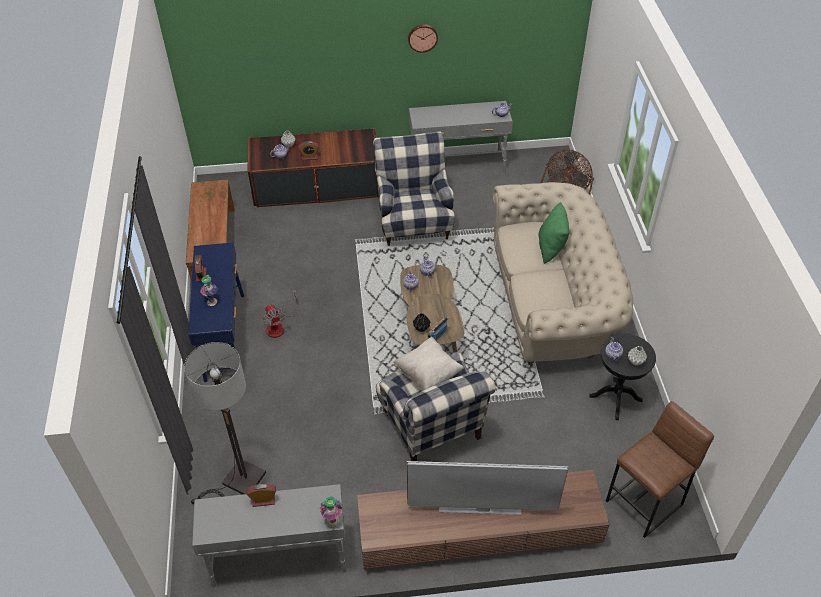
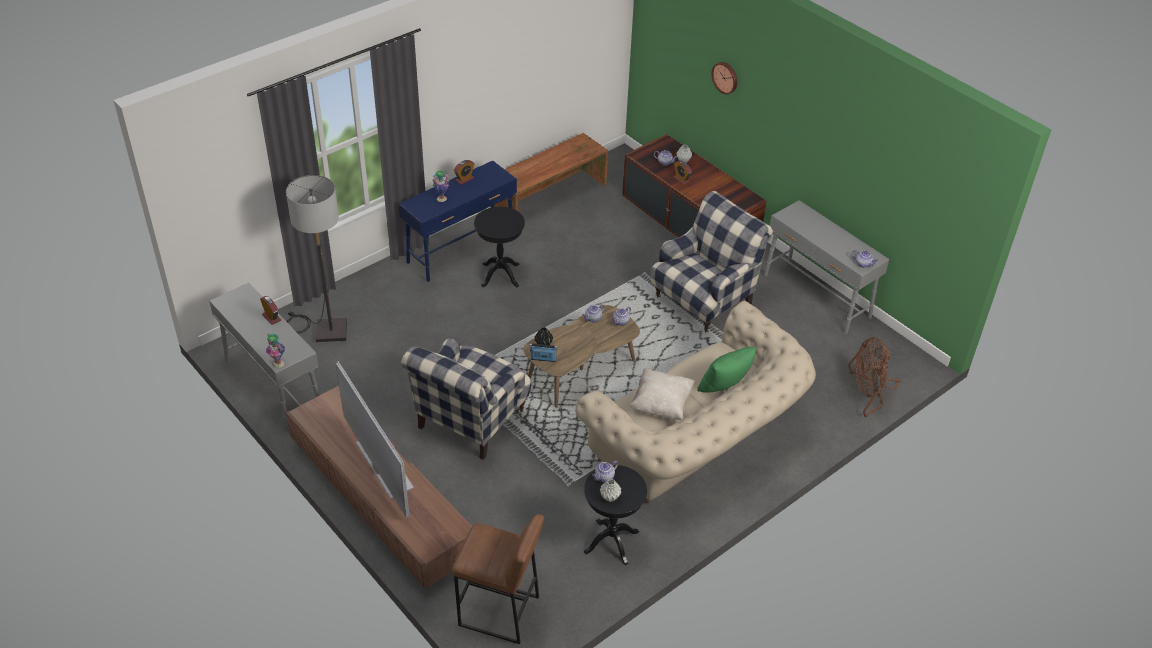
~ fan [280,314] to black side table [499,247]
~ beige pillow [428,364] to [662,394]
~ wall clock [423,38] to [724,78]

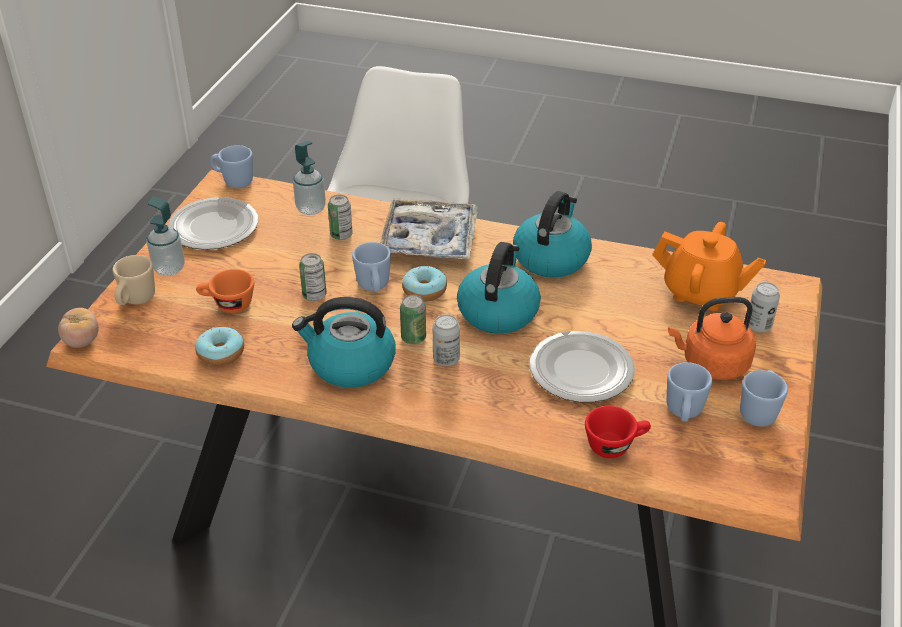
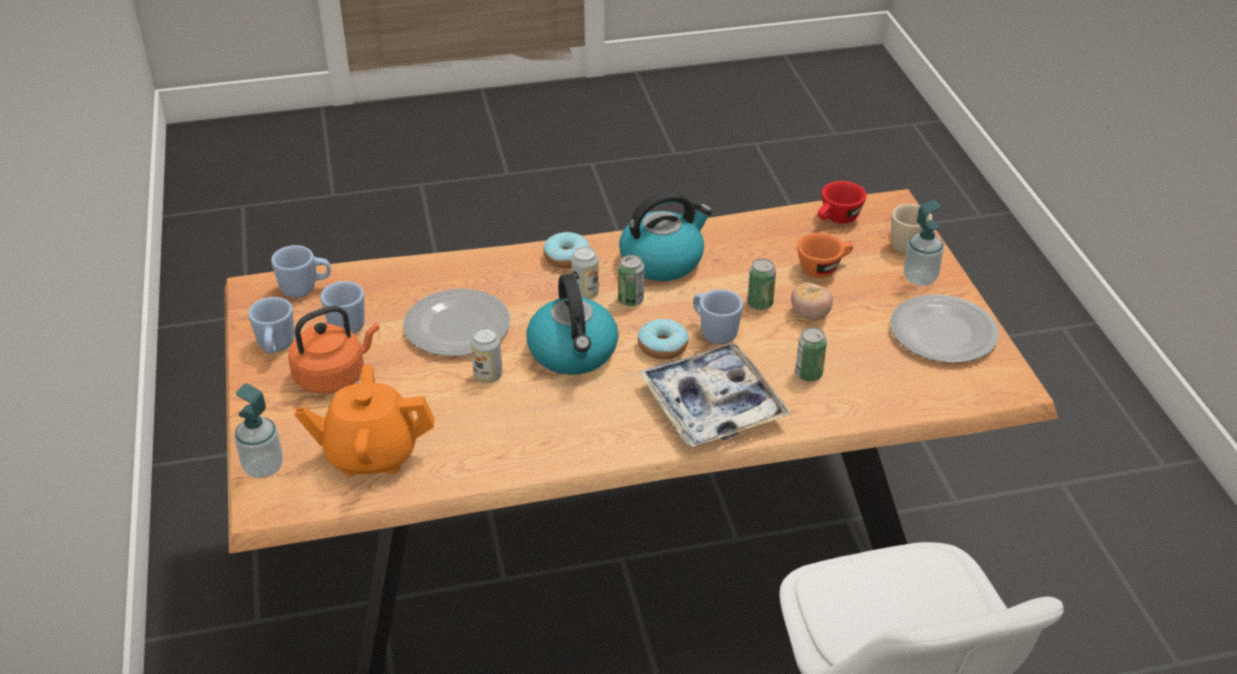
~ soap dispenser [309,178] to [259,430]
~ blue mug [231,166] to [301,271]
~ can [764,307] to [486,355]
~ donut [219,346] to [566,249]
~ tomato [78,328] to [812,301]
~ red cup [618,432] to [842,202]
- kettle [552,234]

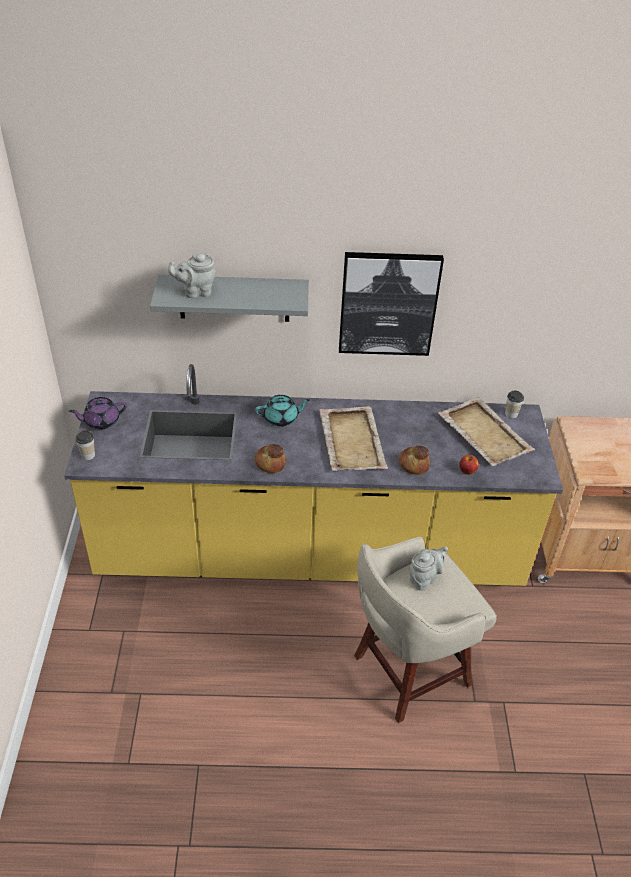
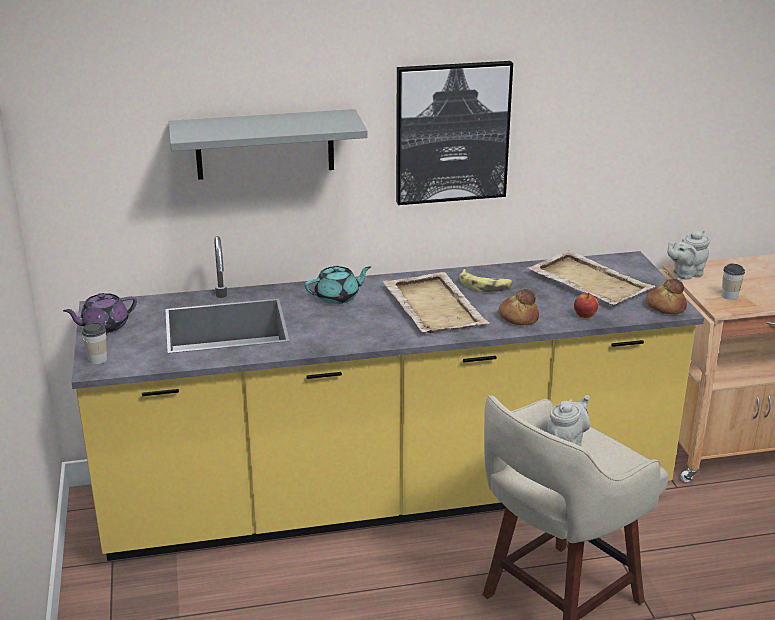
+ banana [486,280]
~ bread [270,458] to [666,296]
~ grey teapot [192,275] to [688,255]
~ cup [514,405] to [733,282]

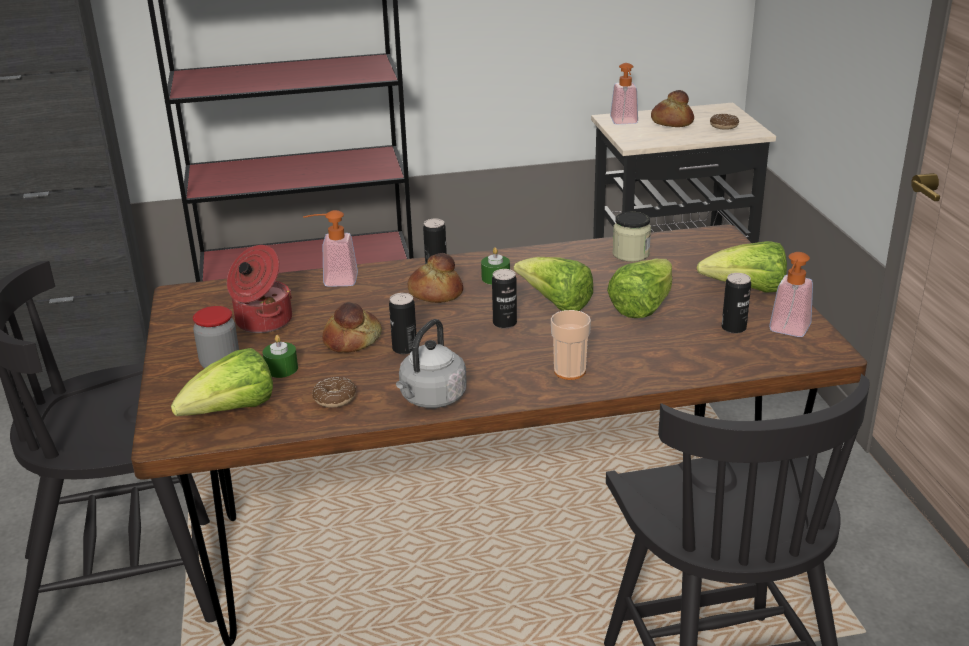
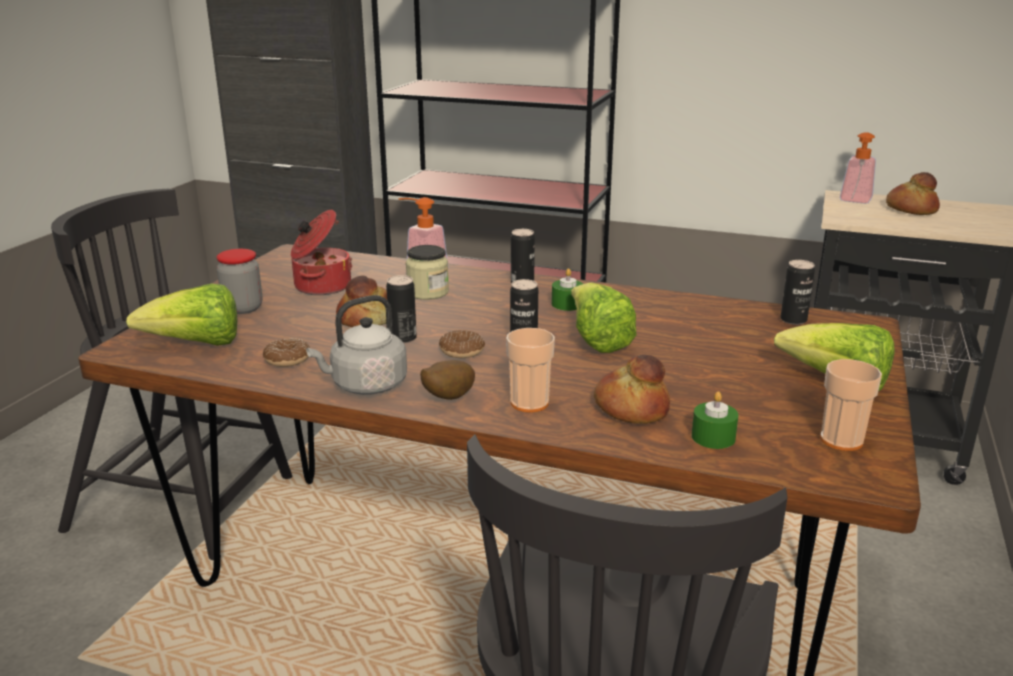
~ jar [632,237] to [427,272]
+ potato [447,380]
~ donut [724,122] to [462,344]
~ bread [435,278] to [632,389]
~ green candle [280,356] to [715,420]
~ can [736,303] to [797,292]
~ soap dispenser [791,294] to cup [851,405]
- lettuce [639,288]

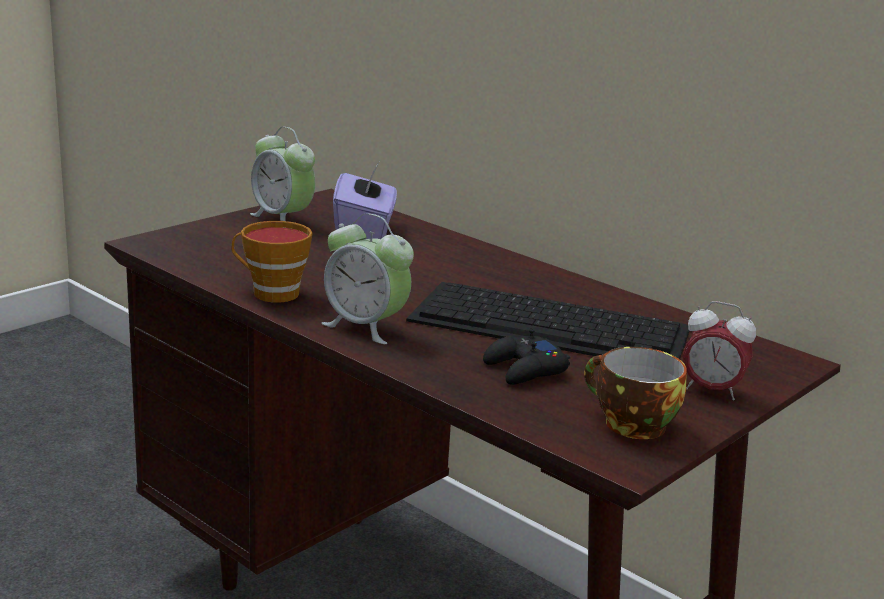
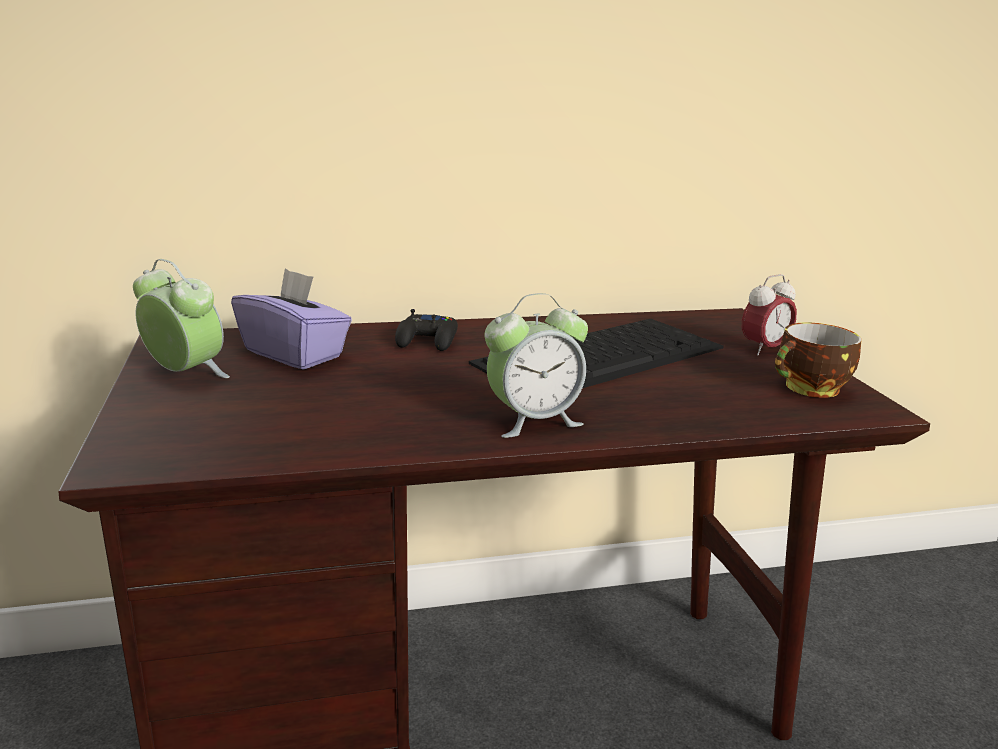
~ alarm clock [282,174] = [181,318] 135 degrees counterclockwise
~ black game controller [526,357] to [426,330]
- cup [272,262]

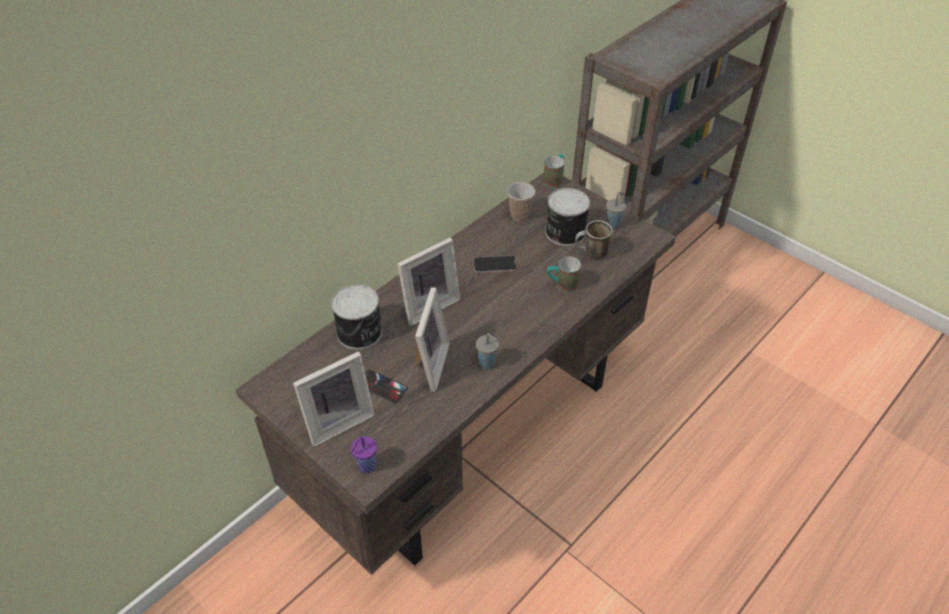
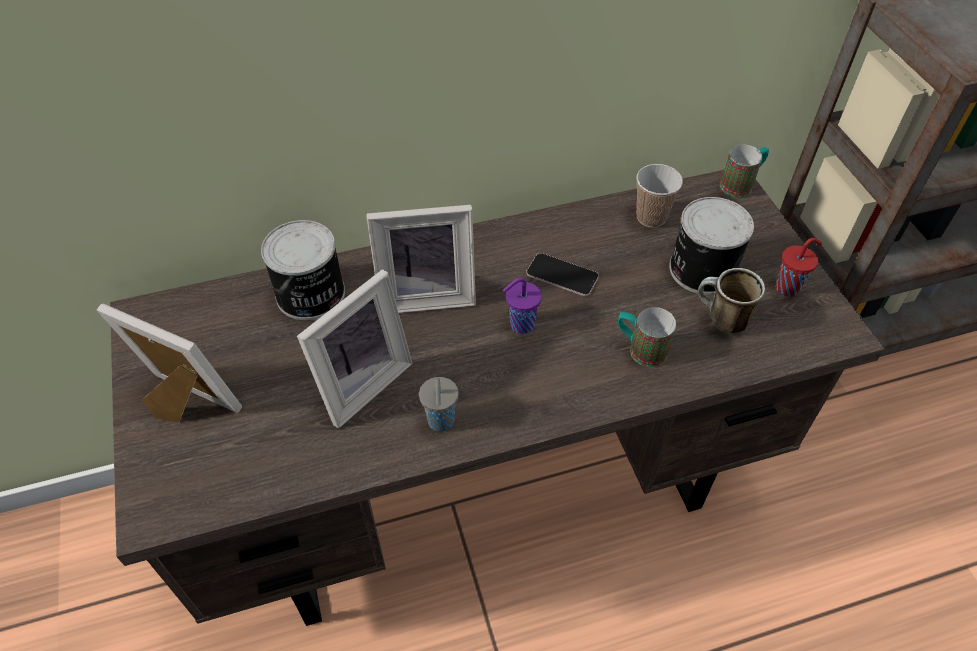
~ picture frame [334,399] = [169,363] 150 degrees counterclockwise
~ purple cup [363,454] to [522,305]
~ grey cup [616,211] to red cup [799,267]
- phone [386,386]

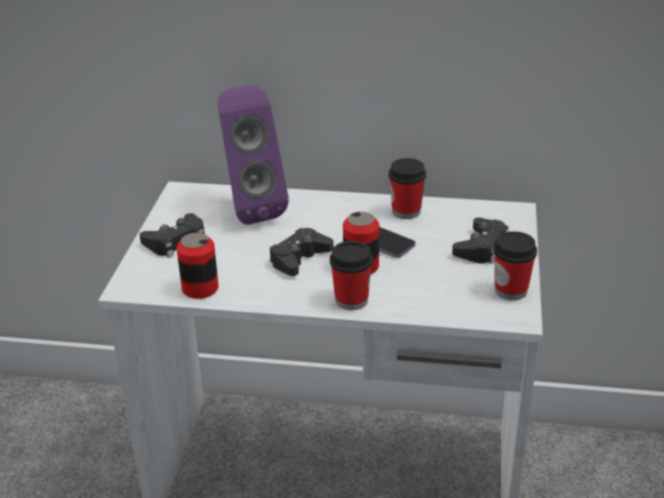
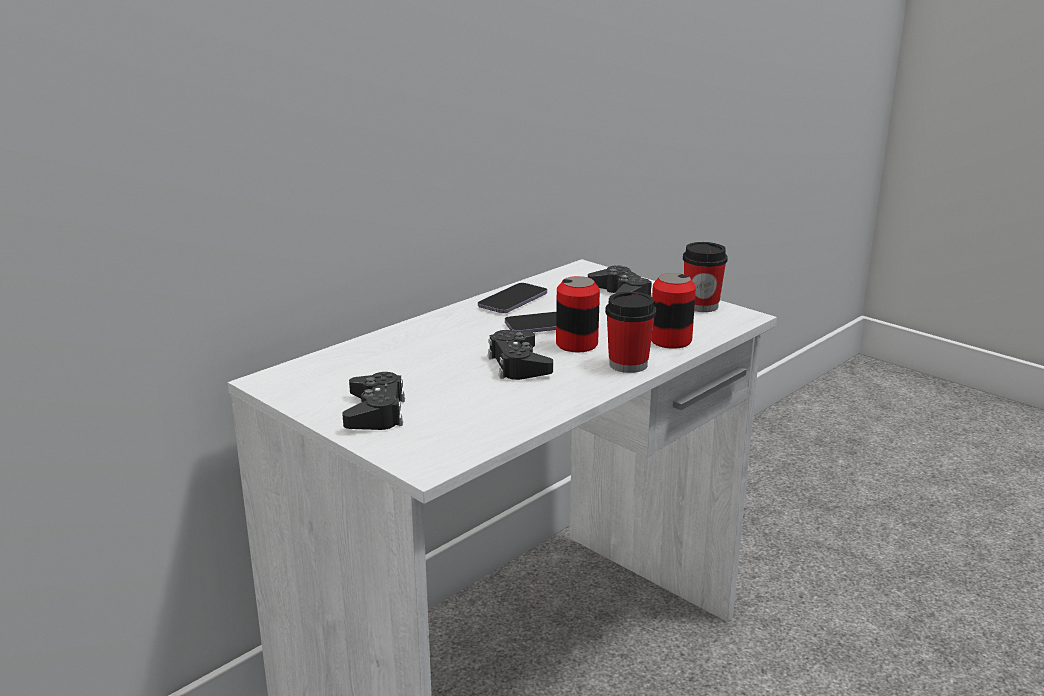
~ cup [407,188] to phone [512,298]
~ can [197,266] to [673,311]
- purple speaker [253,155]

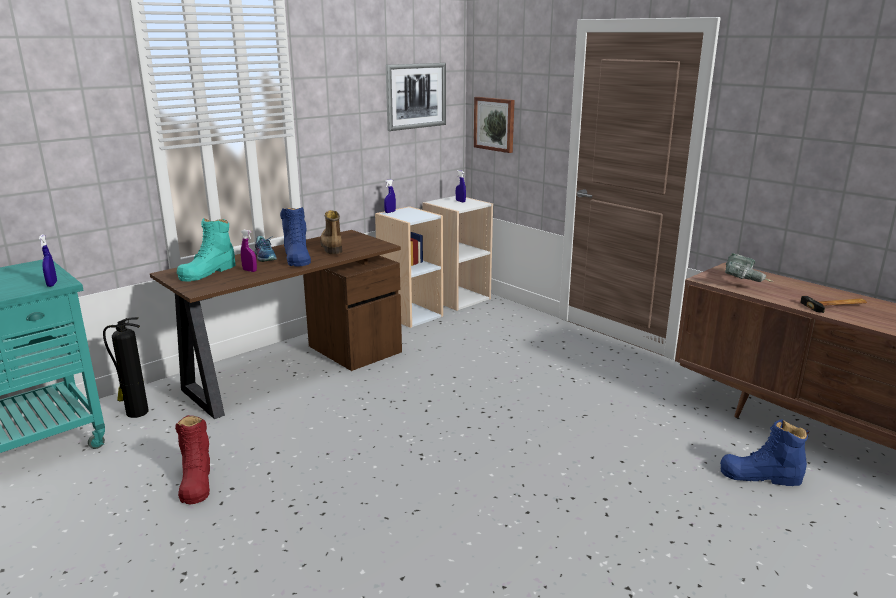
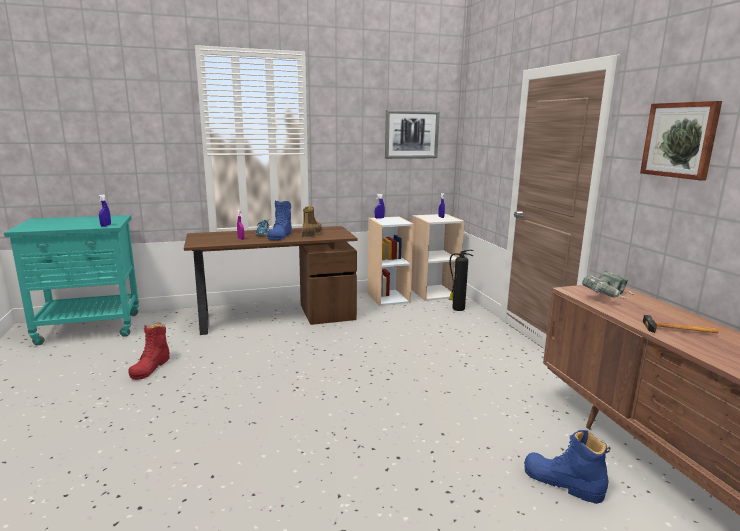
~ fire extinguisher [126,367] to [461,280]
~ picture [494,125] to [681,141]
- turquoise boot [206,249]

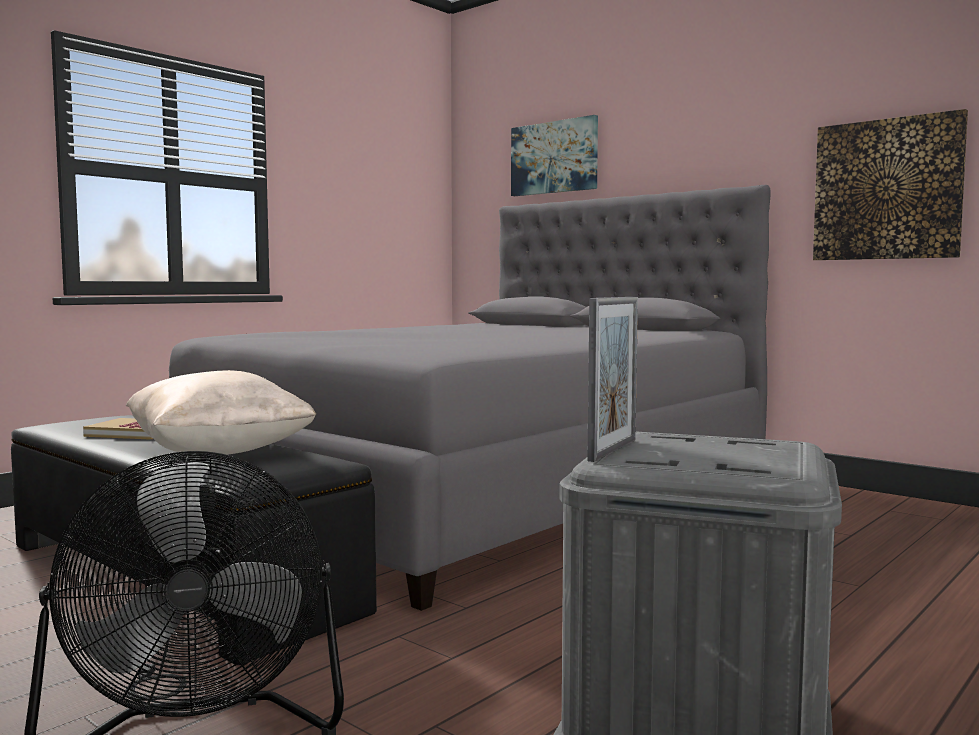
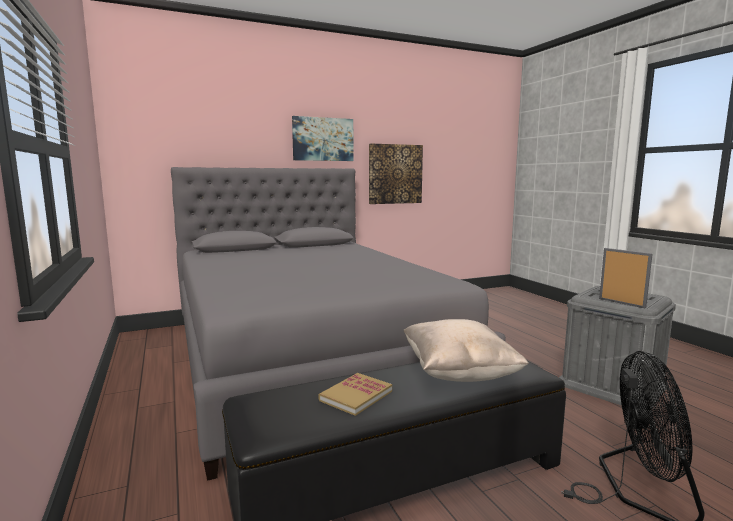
~ picture [554,155] to [323,138]

